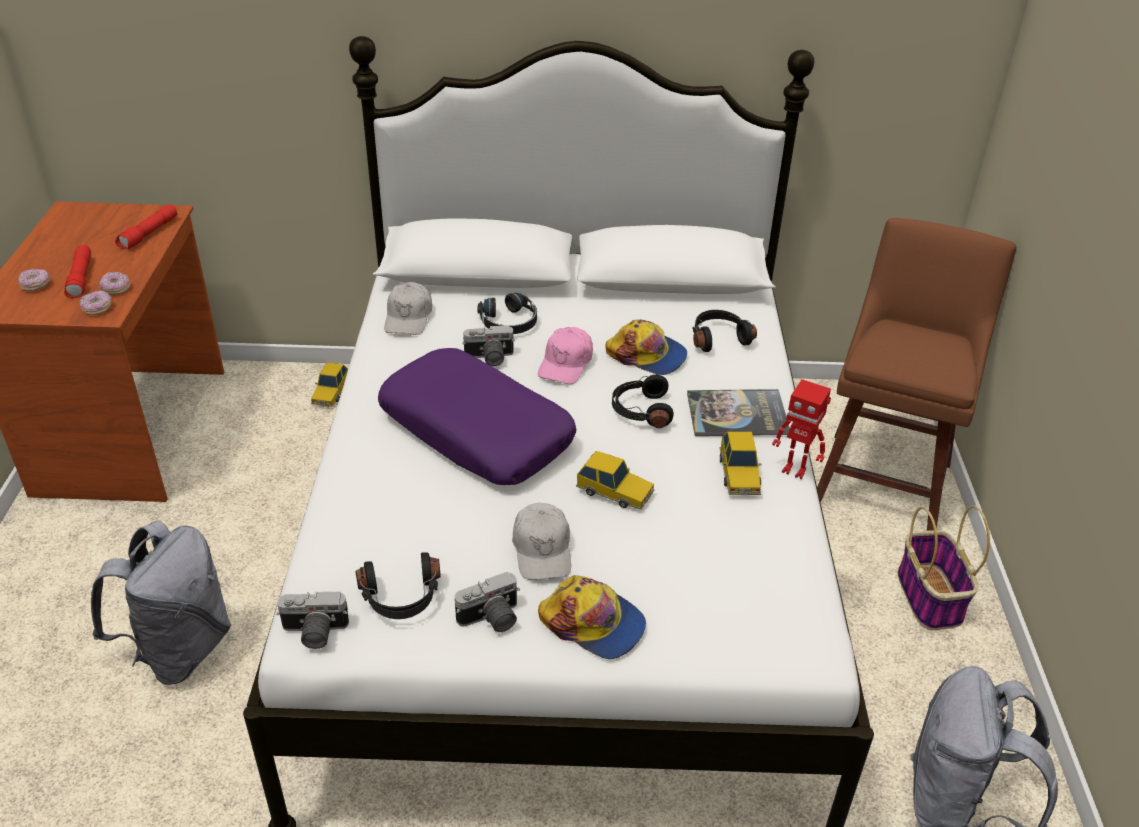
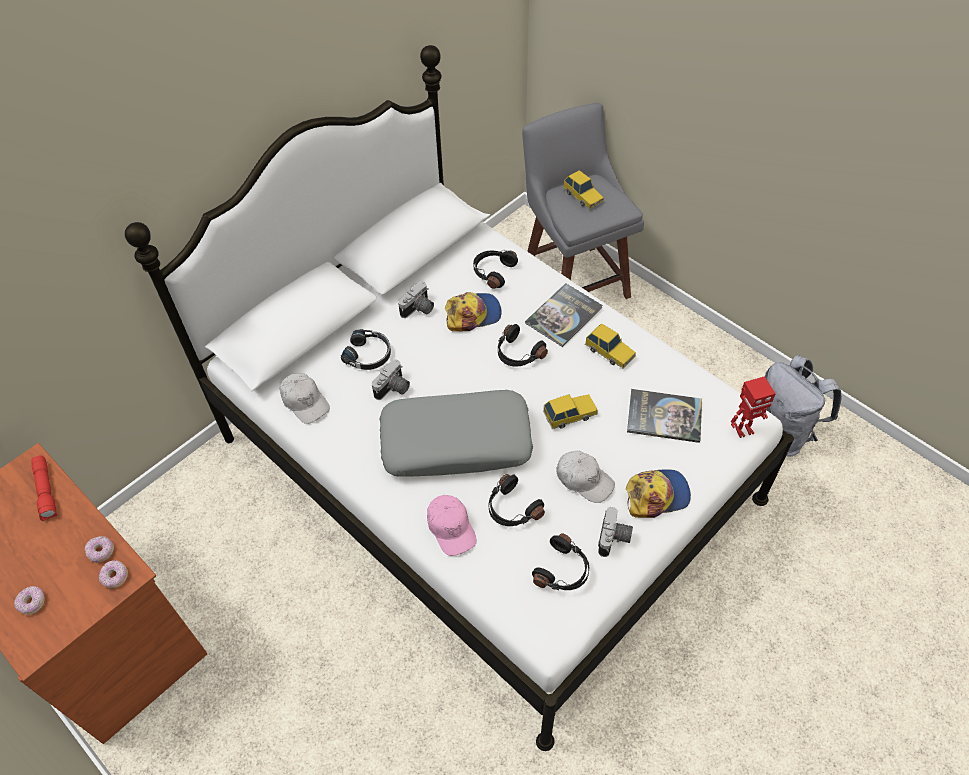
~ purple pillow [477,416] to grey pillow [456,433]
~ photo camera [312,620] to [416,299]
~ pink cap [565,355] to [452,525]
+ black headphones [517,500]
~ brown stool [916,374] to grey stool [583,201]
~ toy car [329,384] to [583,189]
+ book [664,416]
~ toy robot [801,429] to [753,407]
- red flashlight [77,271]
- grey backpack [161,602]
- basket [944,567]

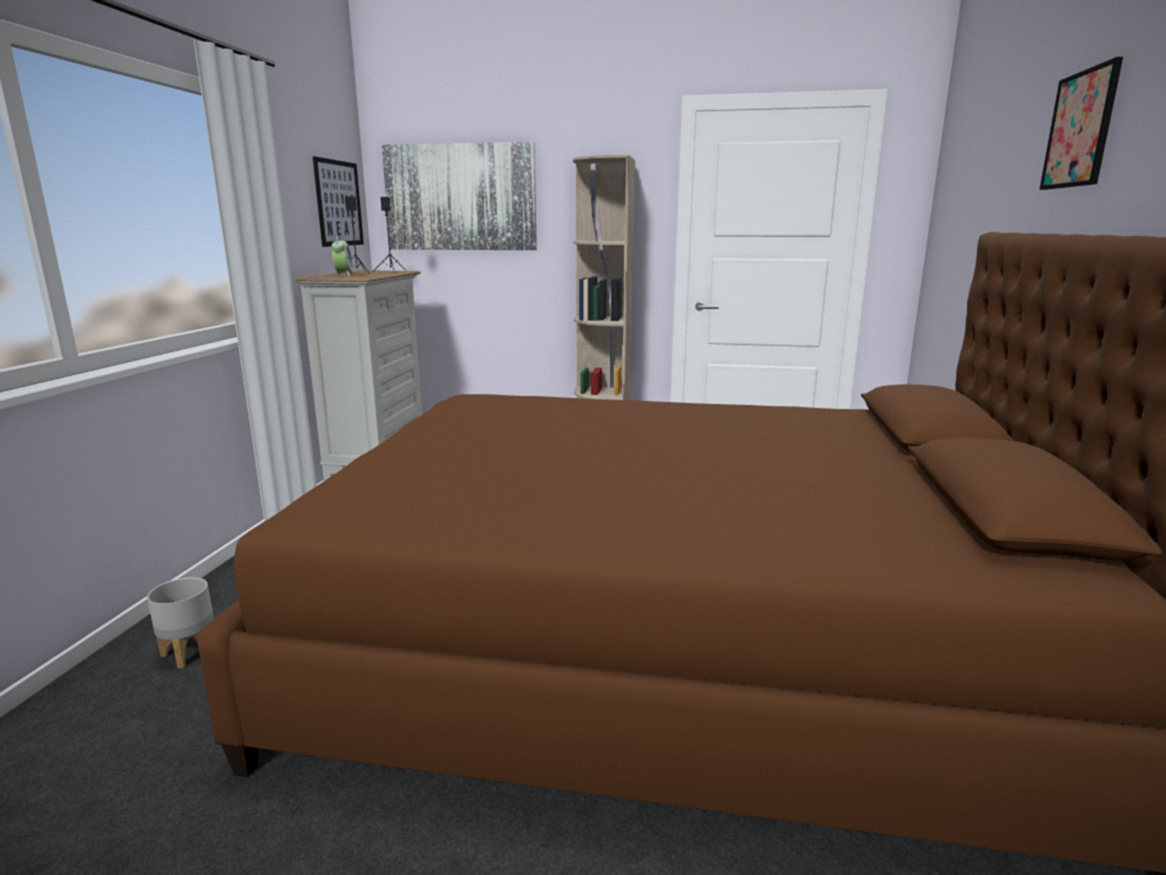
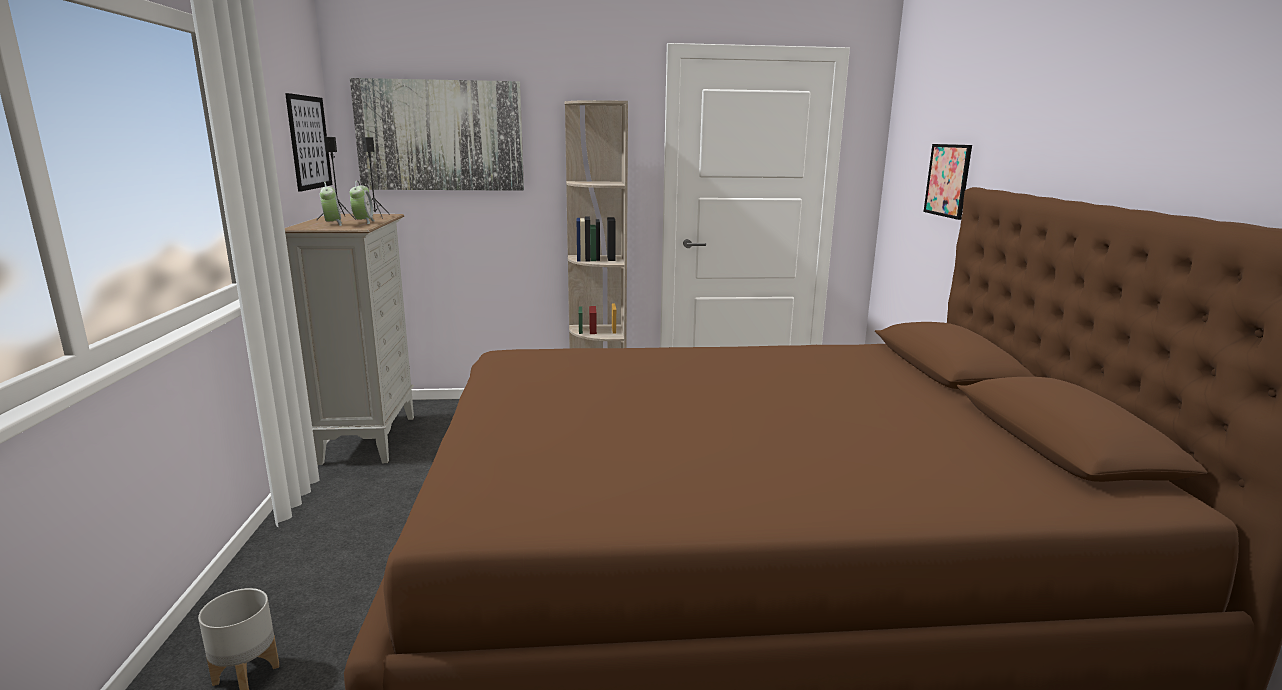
+ alarm clock [362,202]
~ picture [1081,123] to [947,182]

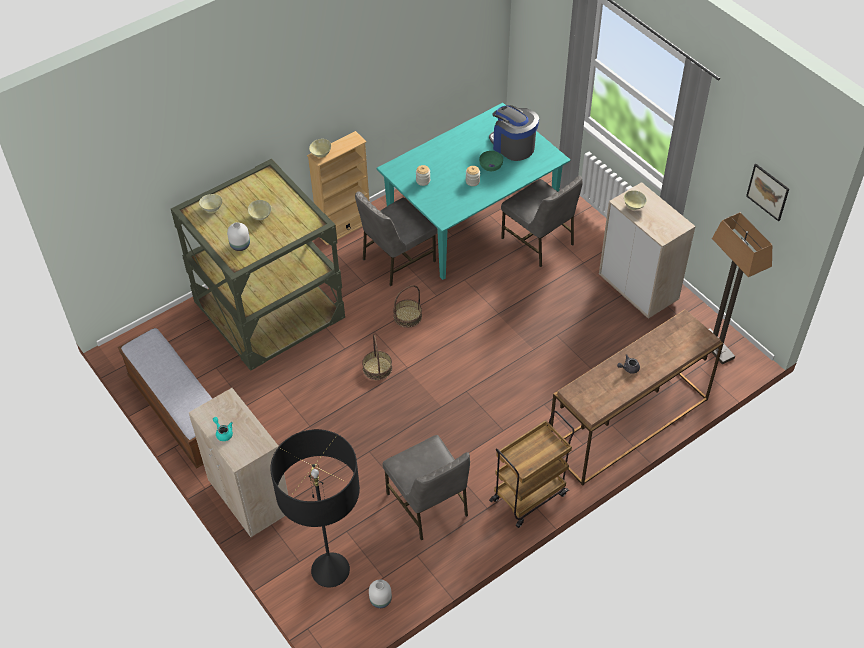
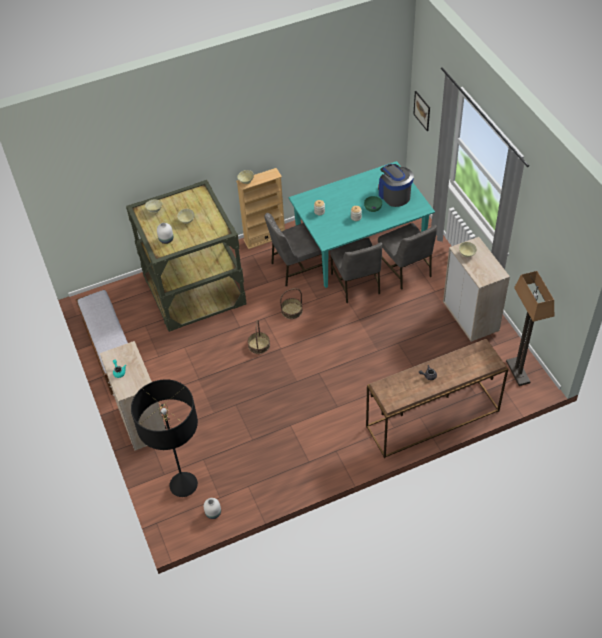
~ grey chair [426,488] to [355,270]
~ picture [767,192] to [421,111]
- brown cart [531,469]

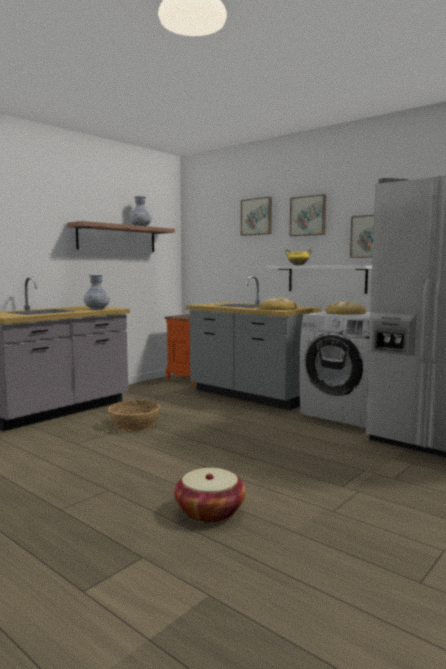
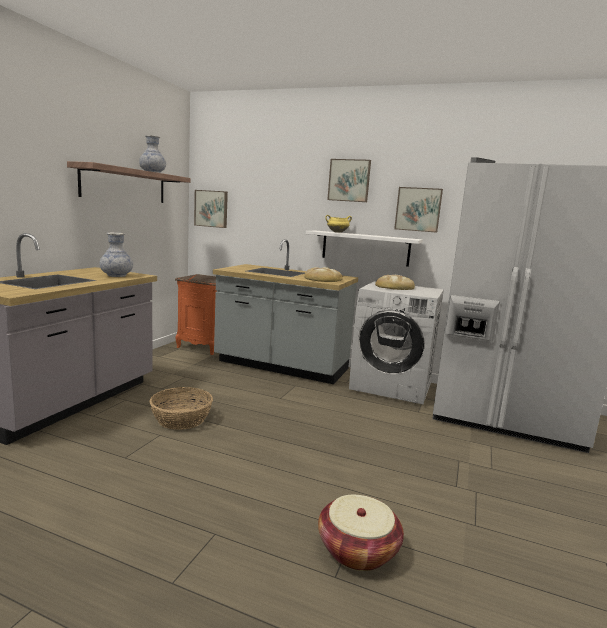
~ picture [256,216] to [211,209]

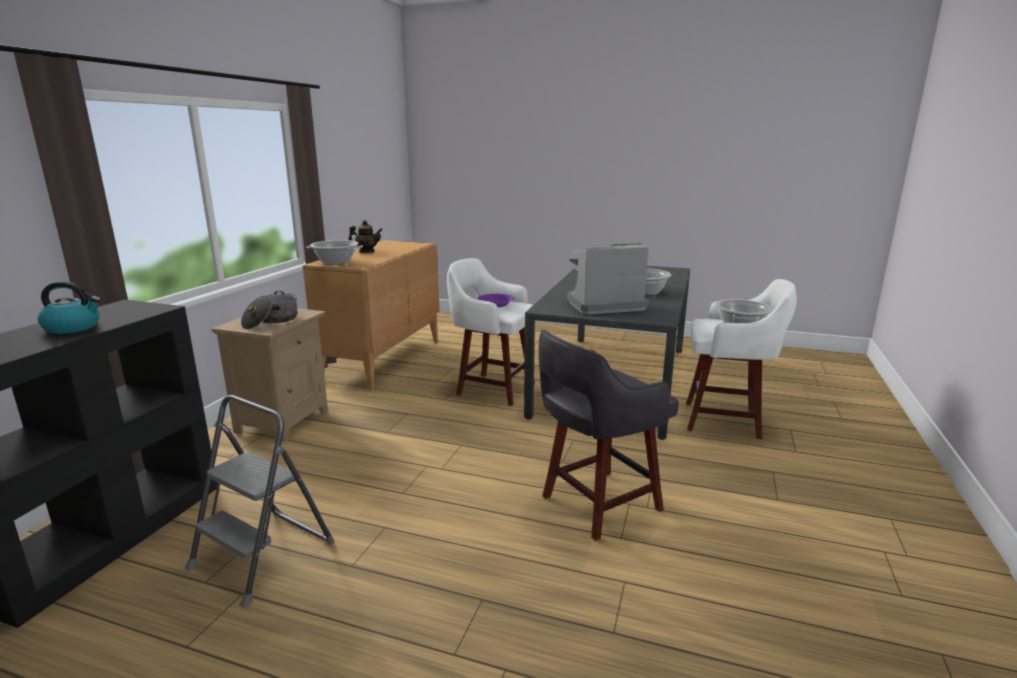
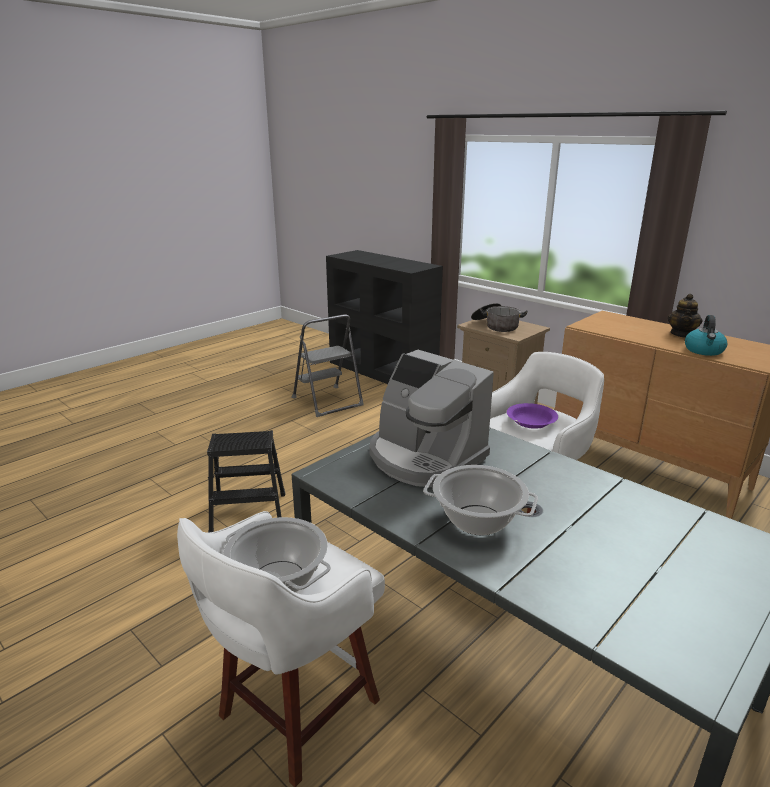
~ grey stool [608,435] to black step ladder [246,481]
~ coffee machine [608,279] = [431,418] 120 degrees clockwise
~ kettle [69,307] to [706,335]
- cooking pot [334,252]

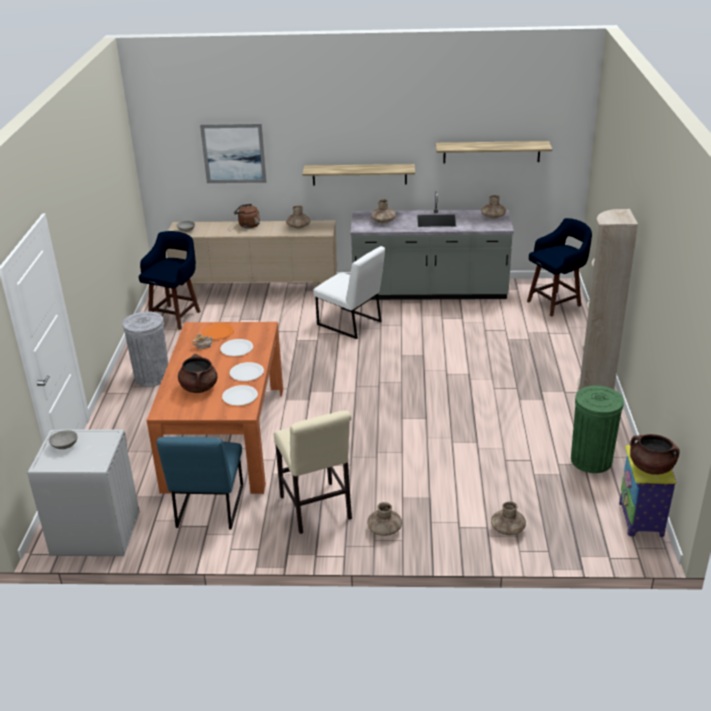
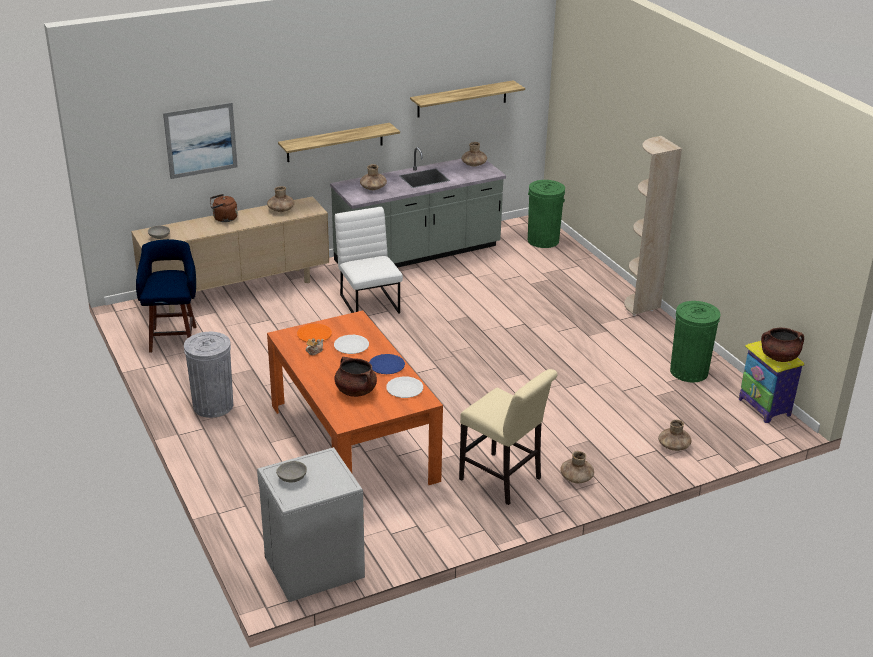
~ white chair [349,292] = [369,260] 120 degrees counterclockwise
~ white plate [247,371] to blue plate [387,364]
~ blue stool [559,267] to green trash can [546,214]
- blue chair [199,483]

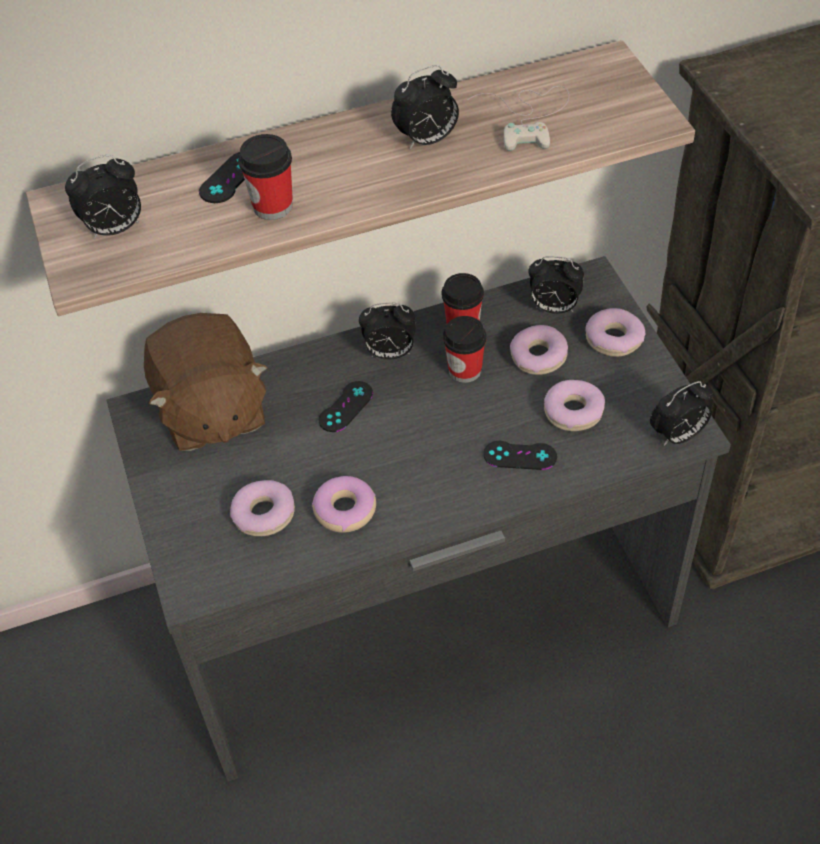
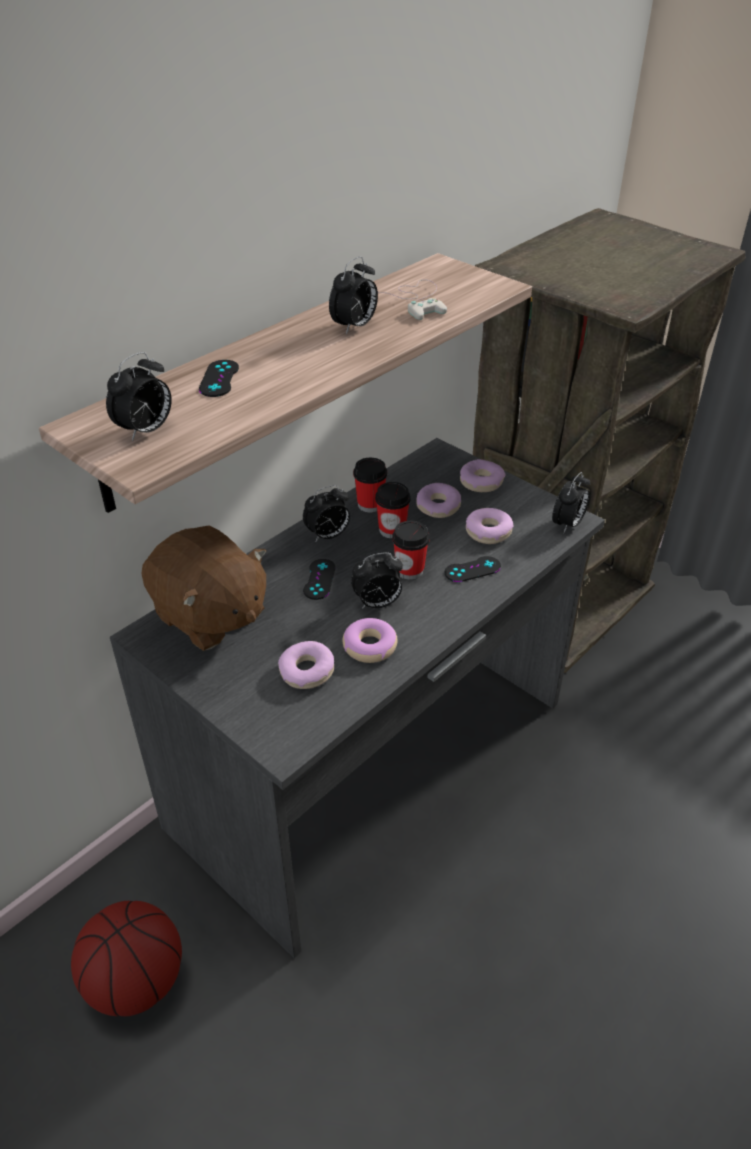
+ basketball [126,958]
~ alarm clock [556,285] to [377,580]
~ cup [265,177] to [411,550]

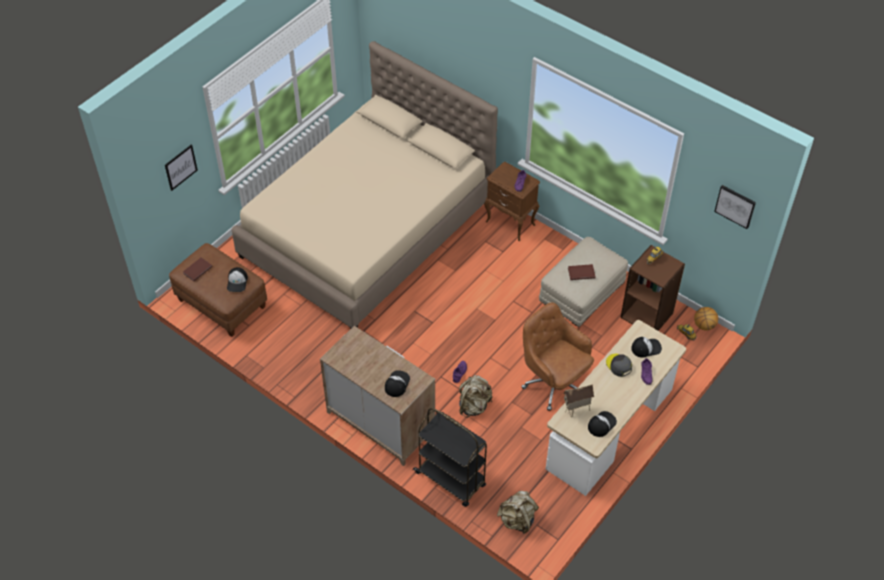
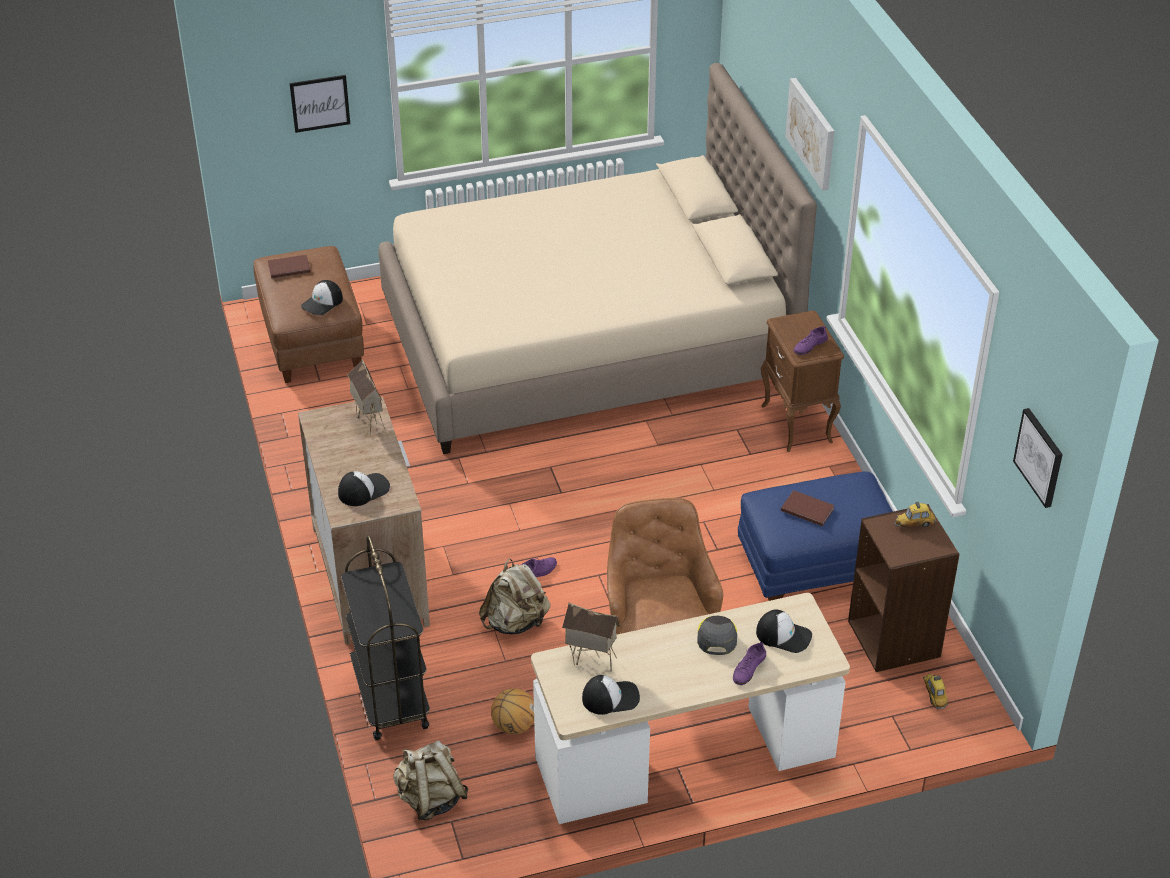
+ toy house [366,398]
~ basketball [706,318] to [512,711]
~ beige ottoman [583,282] to blue ottoman [815,536]
+ picture [809,134]

